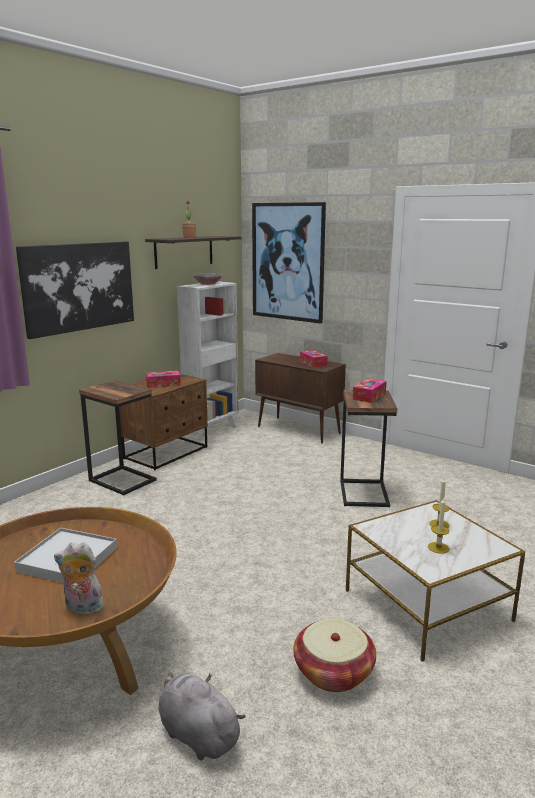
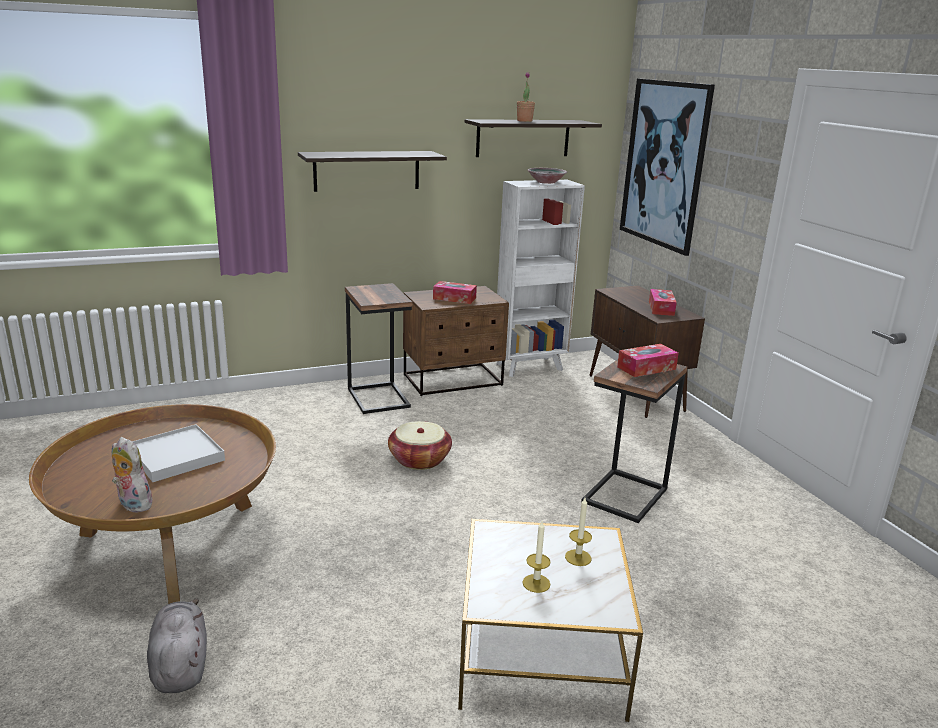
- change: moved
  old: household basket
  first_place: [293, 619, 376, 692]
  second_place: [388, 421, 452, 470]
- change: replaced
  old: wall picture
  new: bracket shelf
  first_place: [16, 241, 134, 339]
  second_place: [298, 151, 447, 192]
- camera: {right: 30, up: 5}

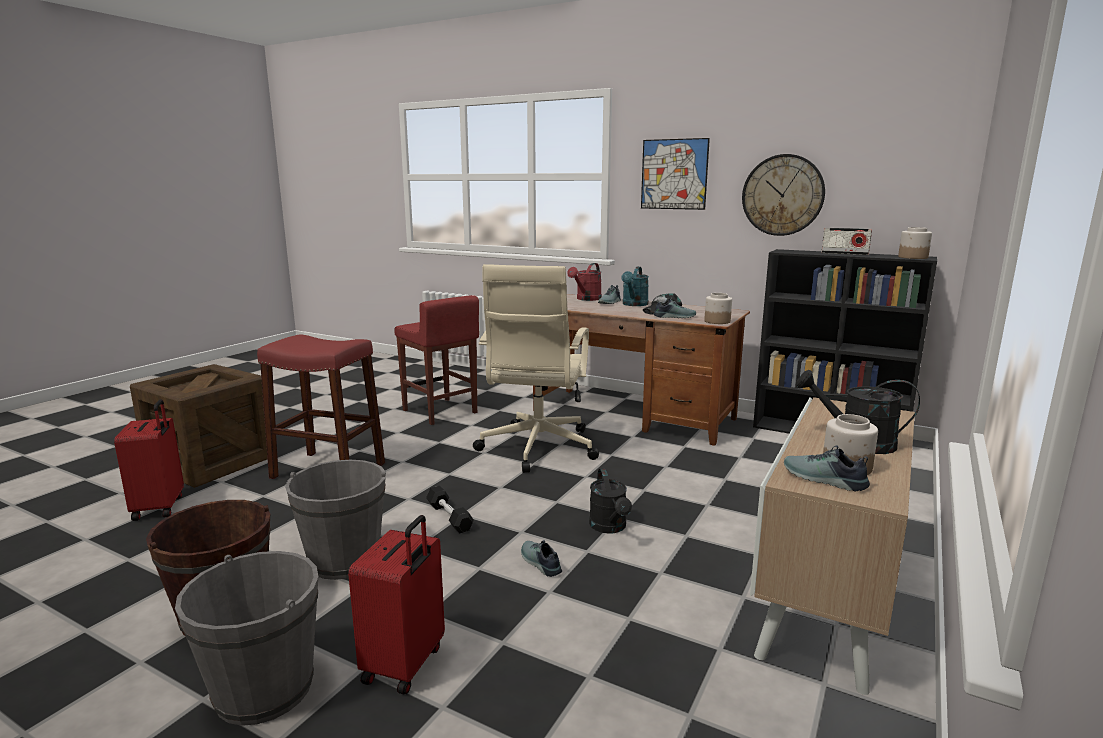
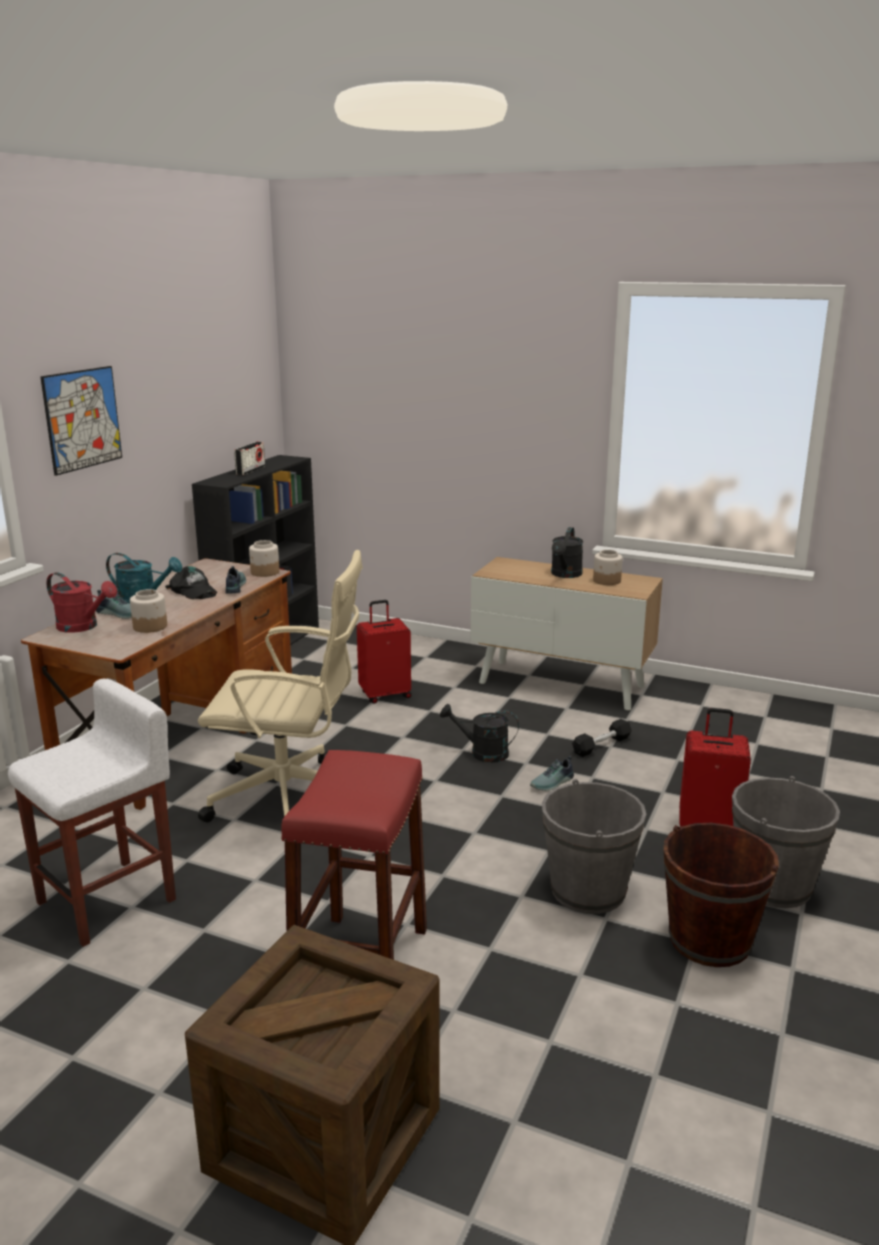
- change: removed
  old: hanging clock
  first_place: [742, 154, 825, 236]
- change: removed
  old: low shoe
  first_place: [784, 445, 870, 491]
- change: moved
  old: suitcase (red-coloured)
  first_place: [114, 400, 184, 521]
  second_place: [357, 600, 411, 704]
- change: moved
  old: free weight (blackish)
  first_place: [426, 486, 474, 533]
  second_place: [572, 719, 631, 757]
- change: moved
  old: preserve jar
  first_place: [898, 227, 932, 259]
  second_place: [130, 589, 167, 633]
- change: recoloured
  old: stool seat (red-coloured)
  new: stool seat (whitish)
  first_place: [394, 295, 479, 425]
  second_place: [8, 679, 176, 947]
- change: turned
  old: watering pot (blackish)
  first_place: [589, 468, 632, 534]
  second_place: [440, 704, 519, 763]
  degrees: -150
- camera: {right: -95, up: 5}

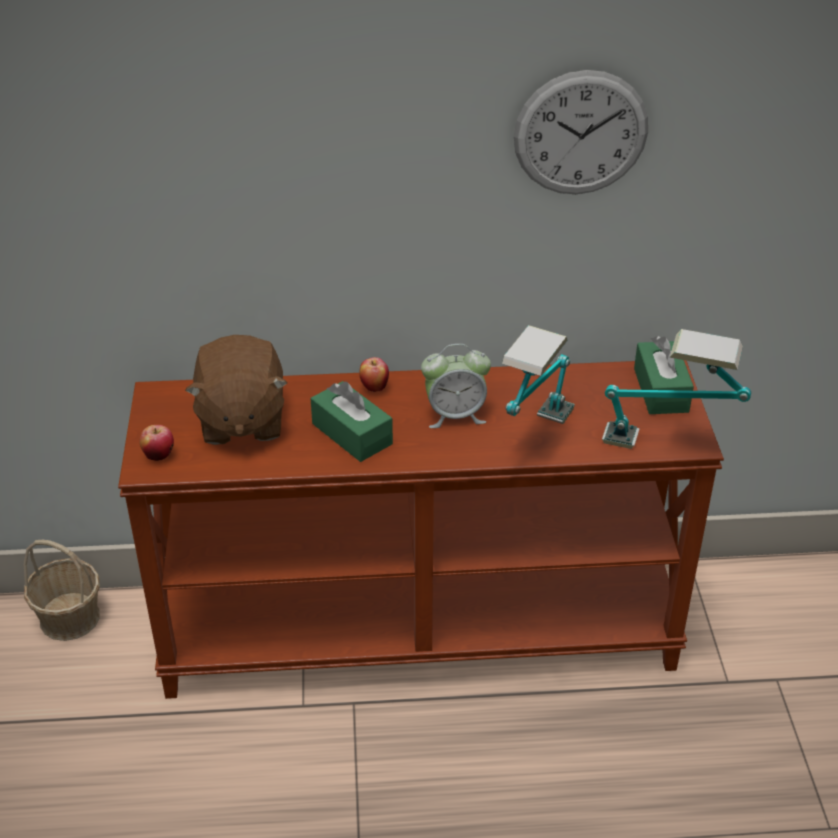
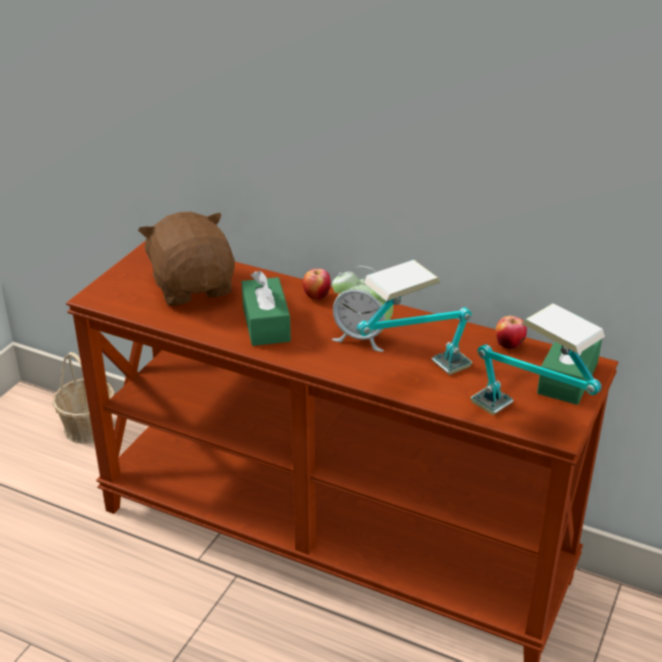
- change: removed
  old: hanging clock
  first_place: [514, 70, 648, 194]
- change: moved
  old: whole apple
  first_place: [140, 425, 174, 461]
  second_place: [496, 316, 527, 349]
- change: turned
  old: soft toy (brown)
  first_place: [185, 335, 287, 445]
  second_place: [138, 212, 235, 306]
  degrees: 135
- camera: {right: 30, up: -5}

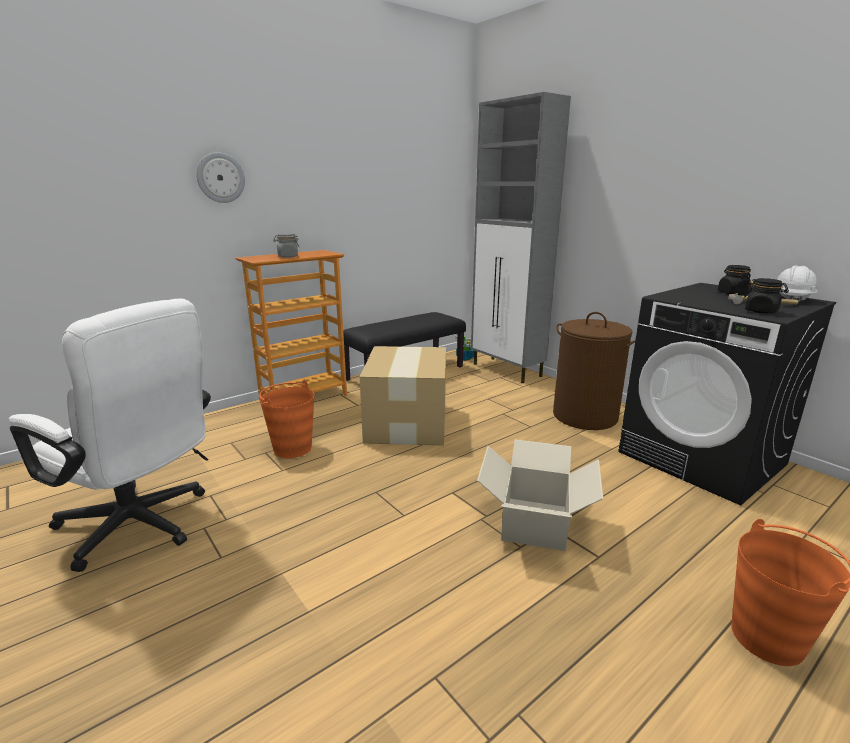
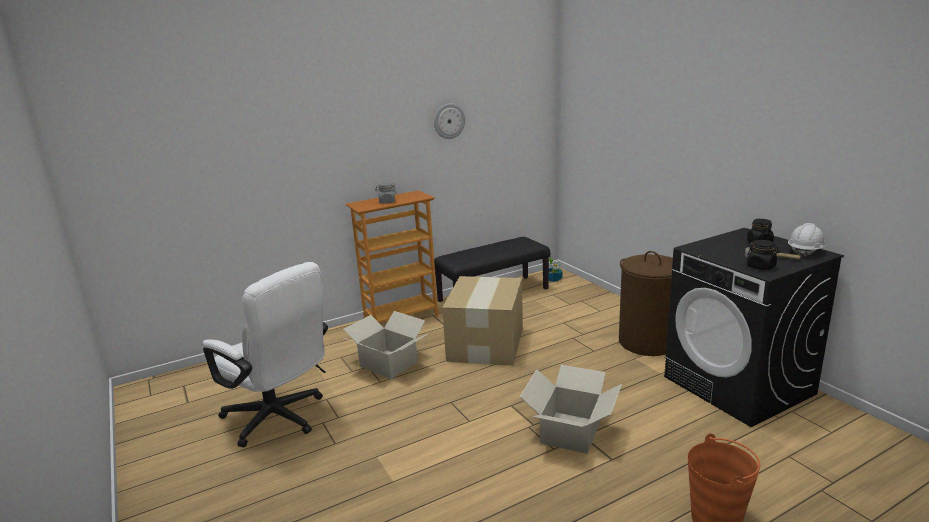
- change: removed
  old: cupboard (gray)
  first_place: [471, 92, 571, 383]
- change: moved
  old: hanging clock
  first_place: [196, 152, 245, 203]
  second_place: [434, 103, 465, 139]
- change: replaced
  old: bucket (orange-coloured)
  new: carton
  first_place: [259, 380, 314, 458]
  second_place: [344, 311, 427, 379]
- camera: {right: 10, up: 0}

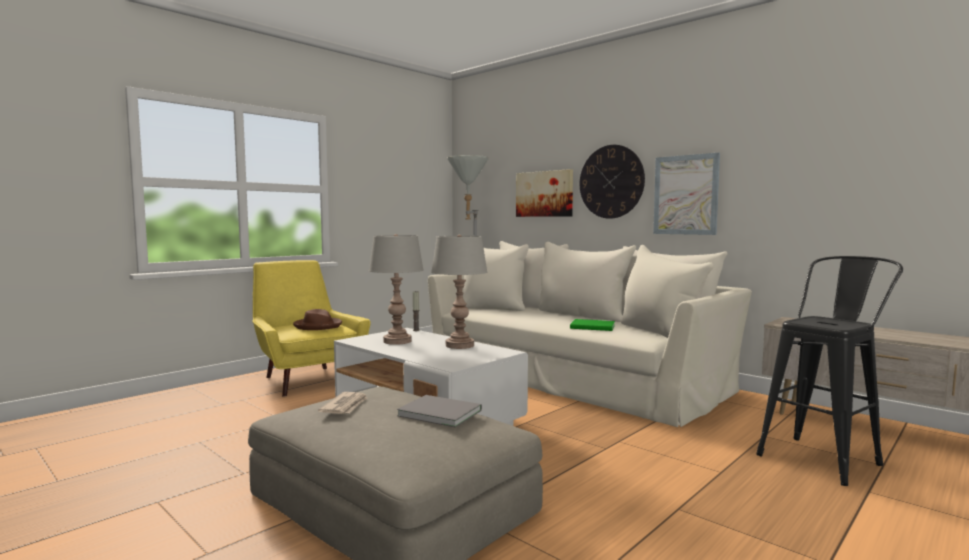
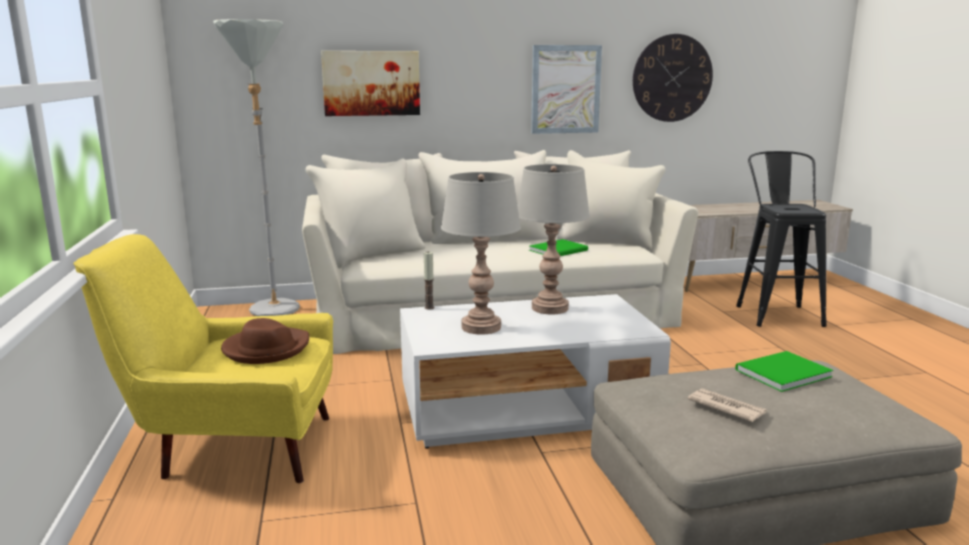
- change: moved
  old: hanging clock
  first_place: [580, 145, 645, 219]
  second_place: [633, 34, 713, 122]
- change: recoloured
  old: book (gray)
  new: book (greenish)
  first_place: [397, 395, 482, 428]
  second_place: [735, 351, 833, 392]
- camera: {right: -55, up: 10}

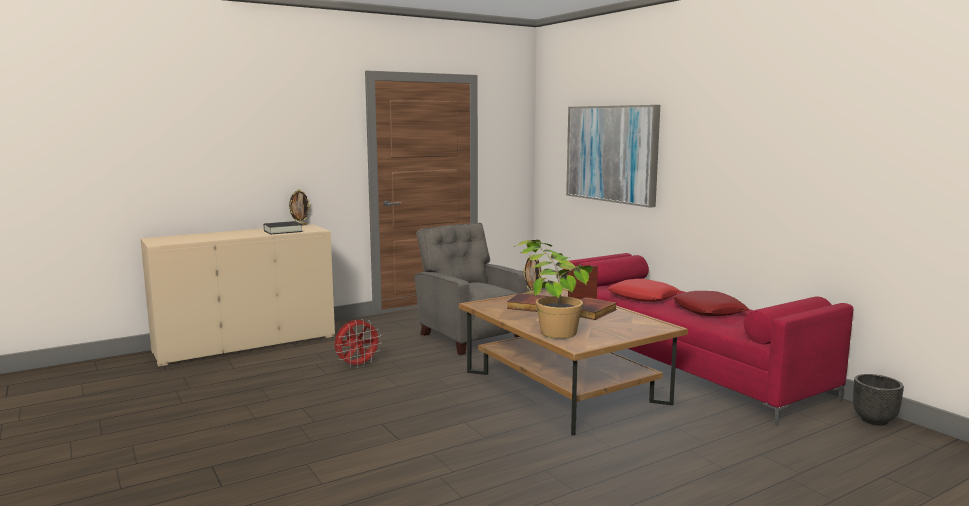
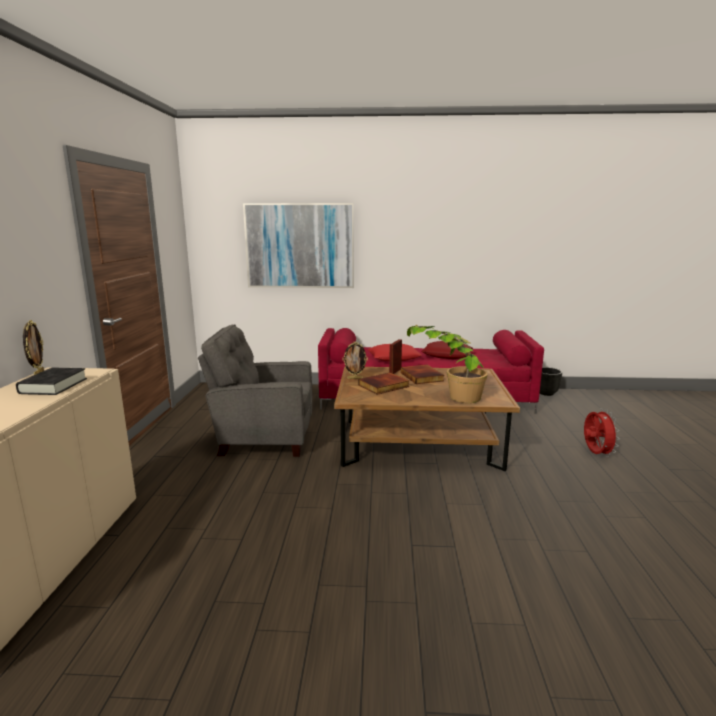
- change: moved
  old: electric fan (red-coloured)
  first_place: [335, 319, 382, 368]
  second_place: [584, 409, 620, 457]
- camera: {right: -55, up: 5}

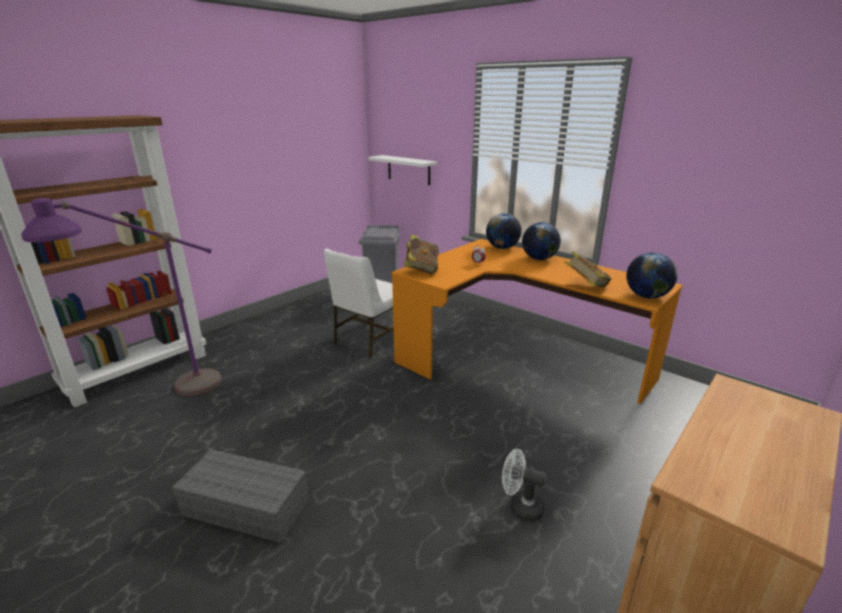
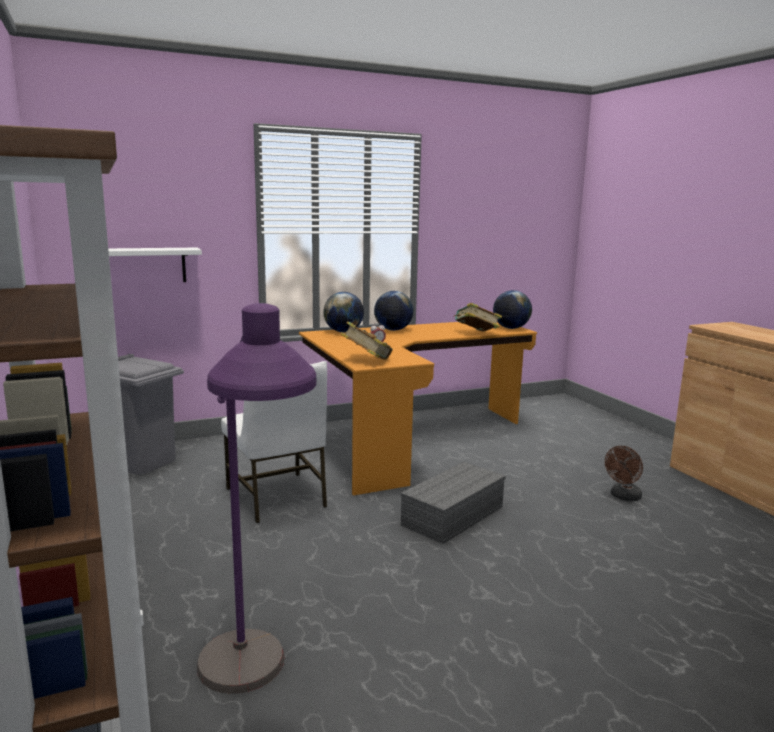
- change: moved
  old: storage container (gray)
  first_place: [172, 449, 309, 543]
  second_place: [401, 462, 506, 544]
- change: recoloured
  old: electric fan (whitish)
  new: electric fan (brown)
  first_place: [502, 449, 547, 522]
  second_place: [605, 446, 643, 501]
- camera: {right: -65, up: -10}

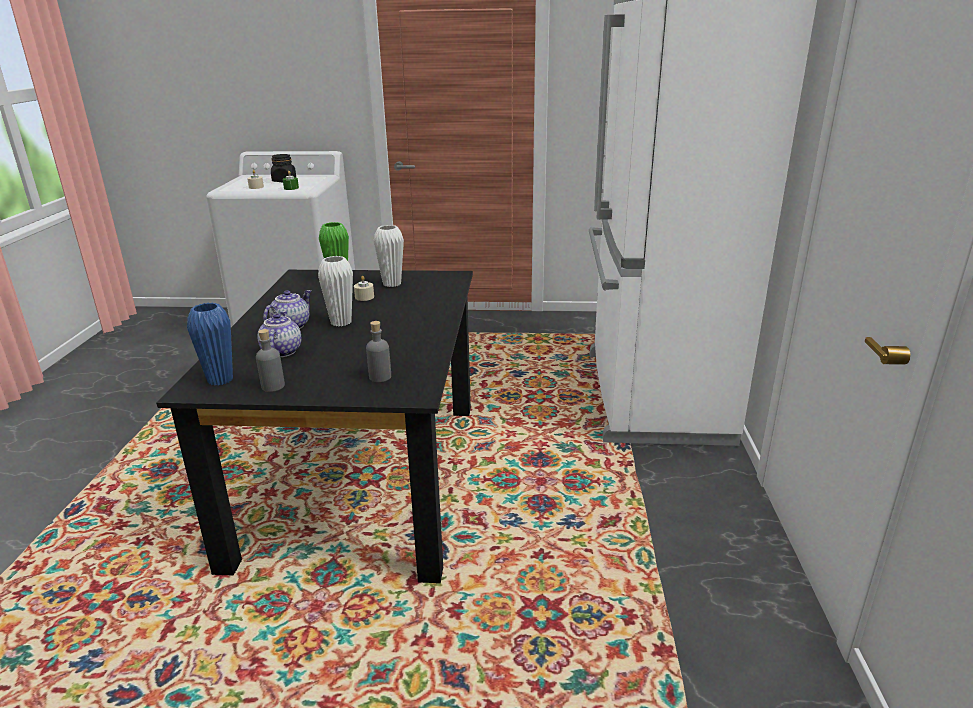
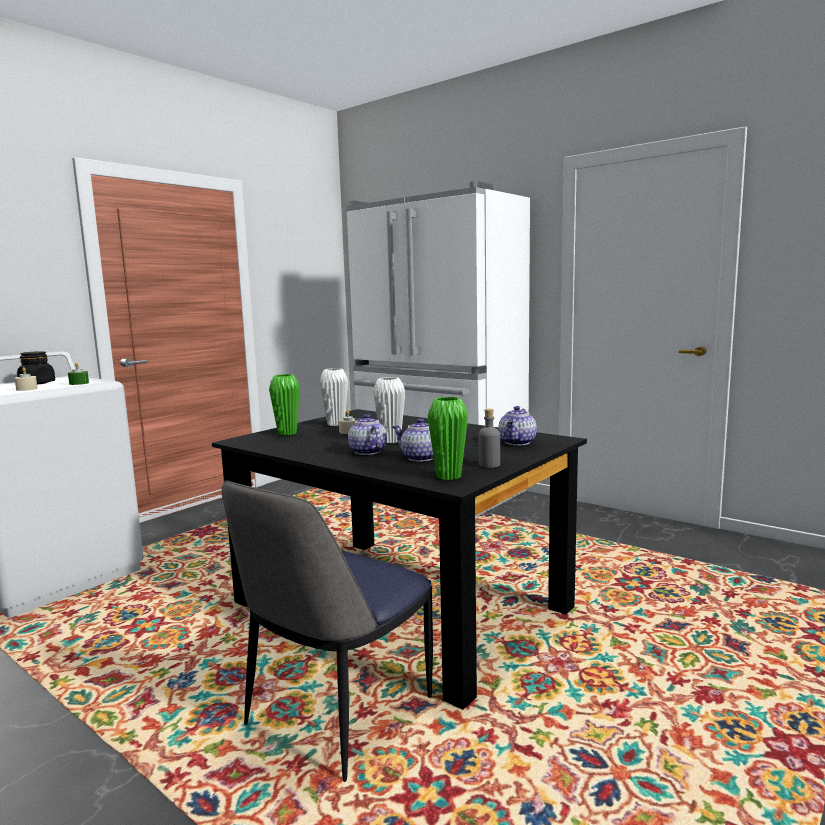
- change: added
  new: plain chair
  second_place: [221, 480, 433, 782]
- change: replaced
  old: beverage bottle (gray)
  new: teapot
  first_place: [366, 321, 391, 382]
  second_place: [498, 406, 537, 446]
- change: recoloured
  old: vase (blue-coloured)
  new: vase (greenish)
  first_place: [187, 303, 233, 386]
  second_place: [427, 397, 468, 480]
- camera: {right: -55, up: -15}

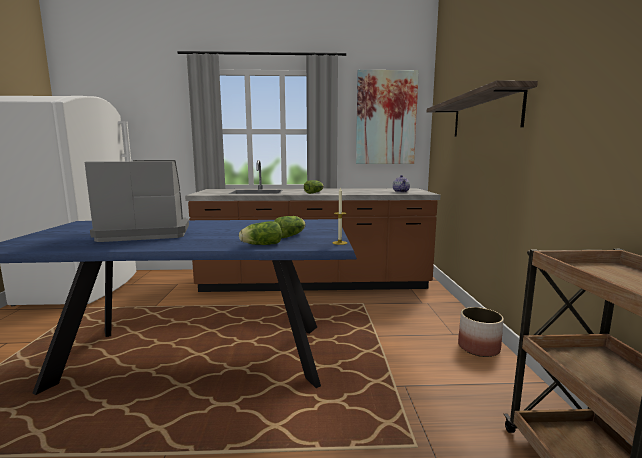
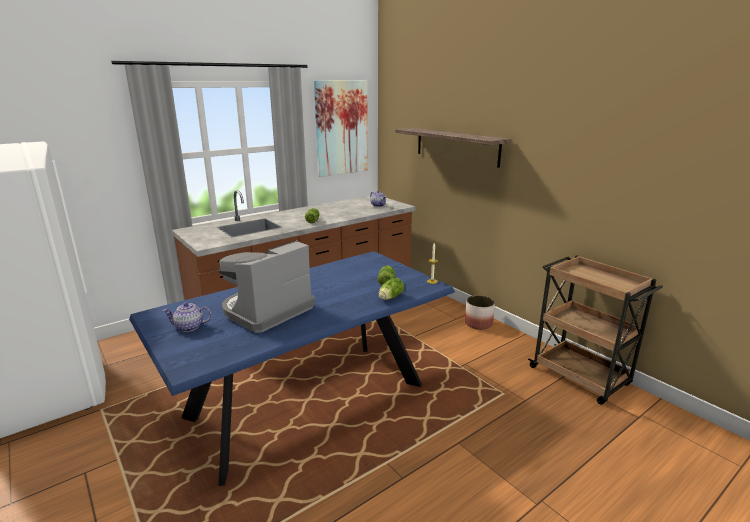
- change: added
  new: teapot
  second_place: [162, 302, 212, 332]
- camera: {right: -35, up: 10}

